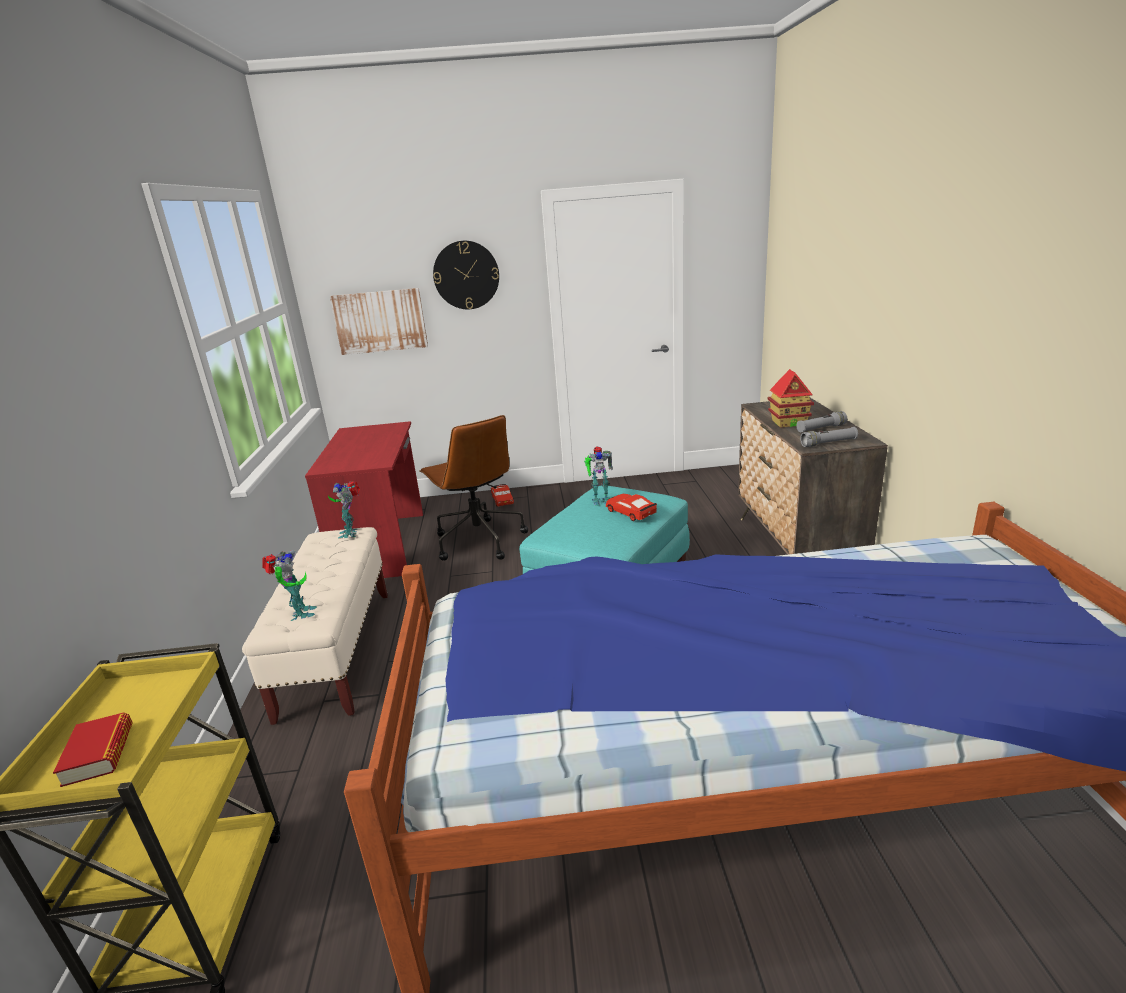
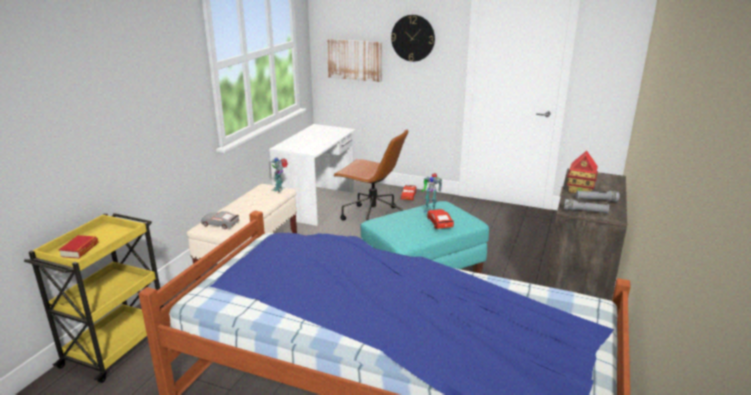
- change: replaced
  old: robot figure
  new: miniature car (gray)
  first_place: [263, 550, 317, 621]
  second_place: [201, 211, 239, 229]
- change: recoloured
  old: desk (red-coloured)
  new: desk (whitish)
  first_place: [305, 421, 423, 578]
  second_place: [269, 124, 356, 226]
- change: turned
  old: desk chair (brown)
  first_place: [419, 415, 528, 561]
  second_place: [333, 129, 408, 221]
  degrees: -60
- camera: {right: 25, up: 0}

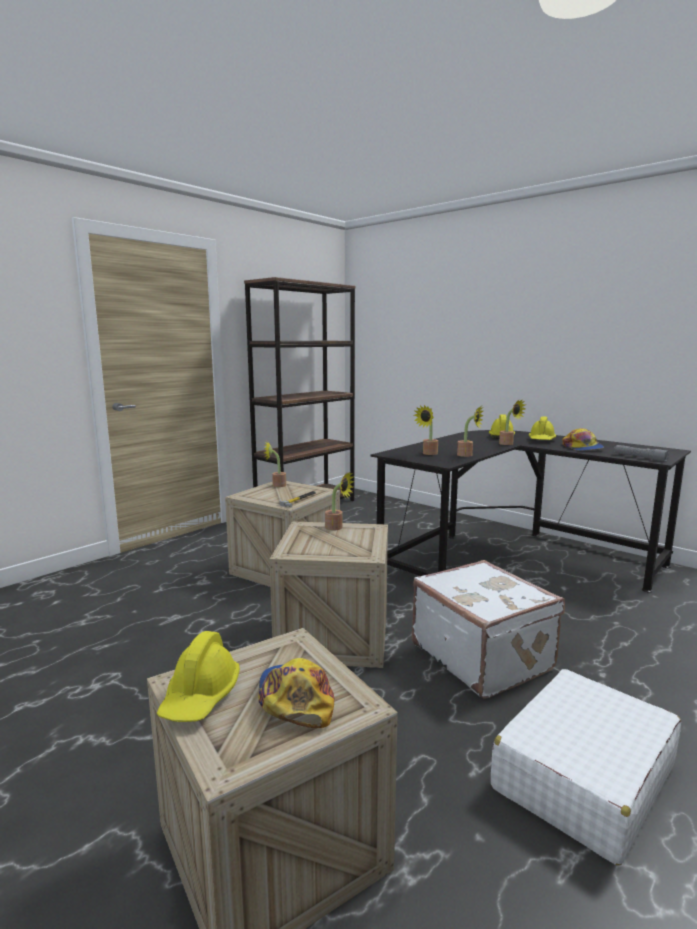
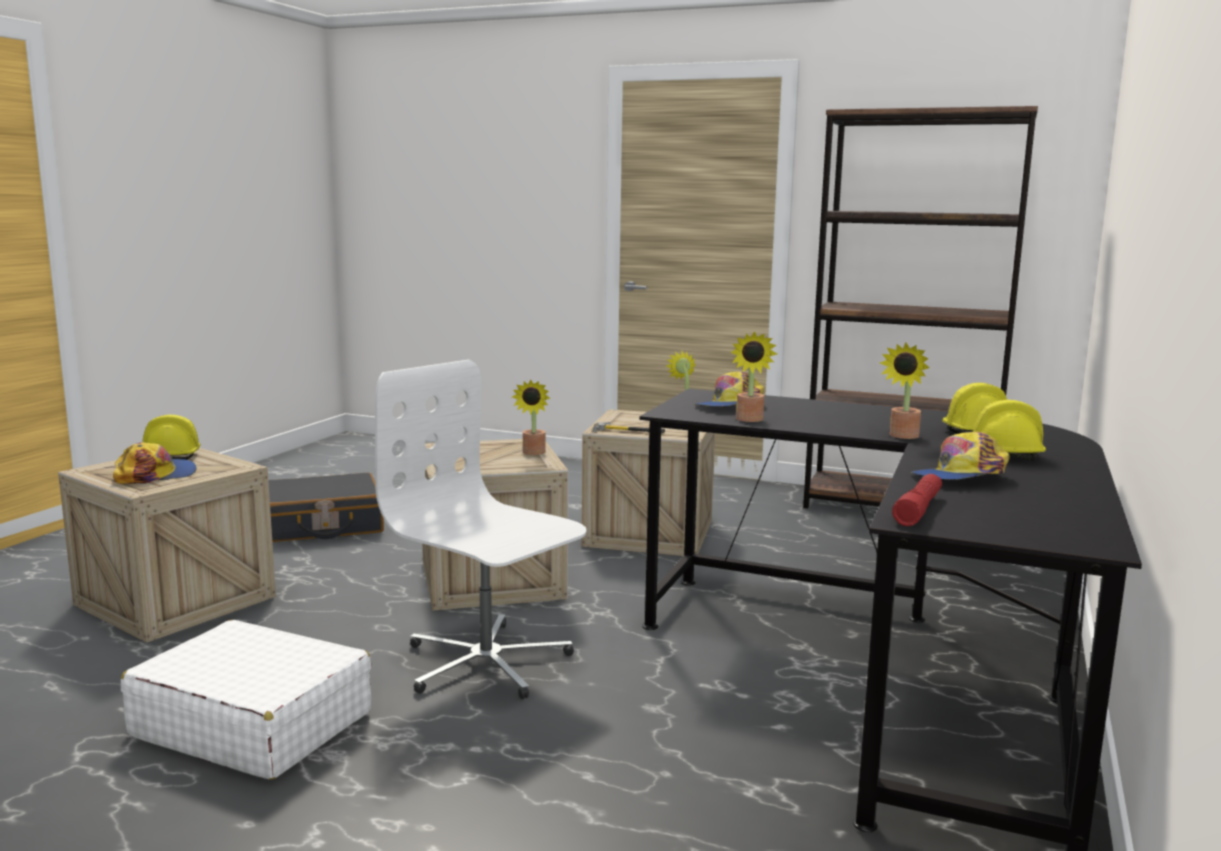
- change: added
  new: suitcase (blackish)
  second_place: [268, 473, 384, 542]
- change: replaced
  old: suitcase (whitish)
  new: desk chair (whitish)
  first_place: [412, 560, 565, 699]
  second_place: [375, 360, 587, 699]
- change: replaced
  old: plant in a pot
  new: peaked cap
  first_place: [414, 405, 438, 455]
  second_place: [694, 371, 764, 406]
- change: recoloured
  old: torch (gray)
  new: torch (red-coloured)
  first_place: [614, 445, 669, 462]
  second_place: [892, 474, 942, 526]
- camera: {right: 70, up: 0}

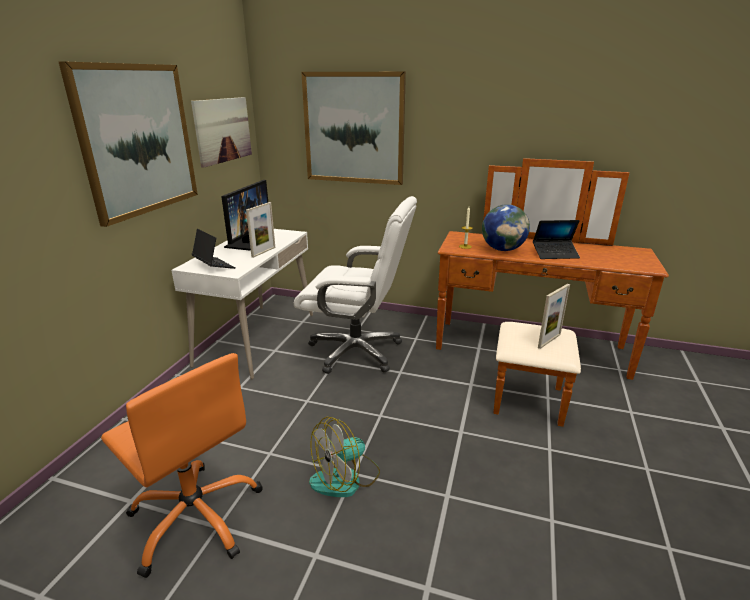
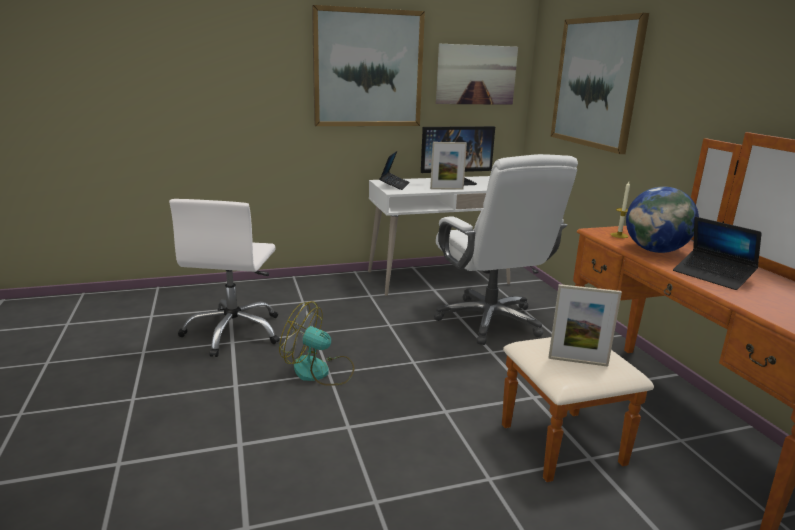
- change: recoloured
  old: desk chair (orange-coloured)
  new: desk chair (whitish)
  first_place: [101, 353, 263, 578]
  second_place: [169, 199, 280, 357]
- camera: {right: 55, up: -5}

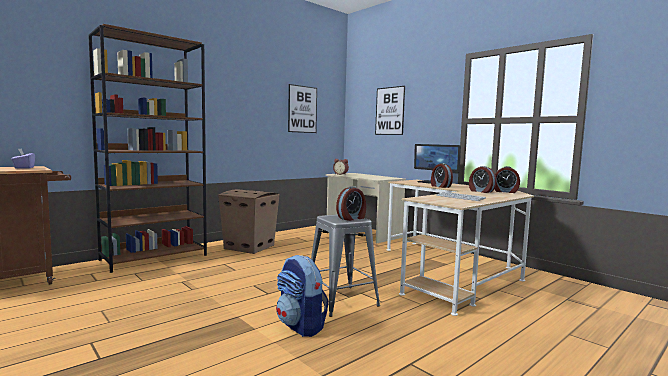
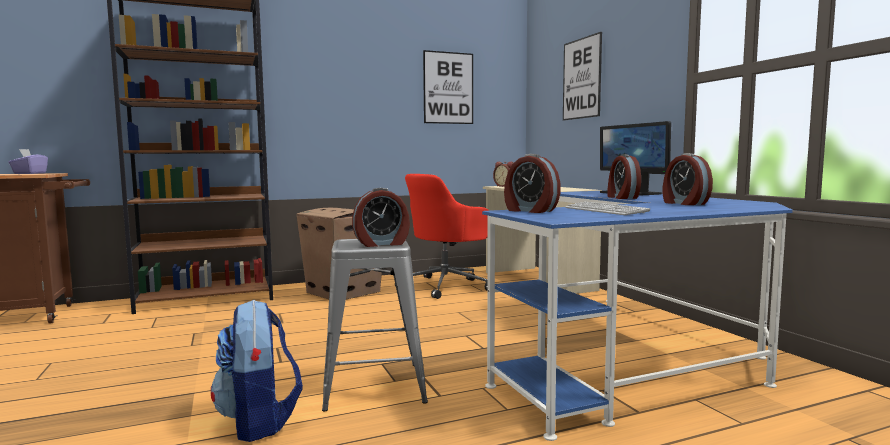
- change: added
  new: desk chair (red-coloured)
  second_place: [395, 174, 489, 299]
- change: moved
  old: bedside clock
  first_place: [495, 166, 520, 193]
  second_place: [504, 154, 561, 213]
- change: recoloured
  old: desk (beige)
  new: desk (blue-coloured)
  first_place: [387, 180, 534, 316]
  second_place: [482, 190, 793, 441]
- camera: {right: 20, up: 0}

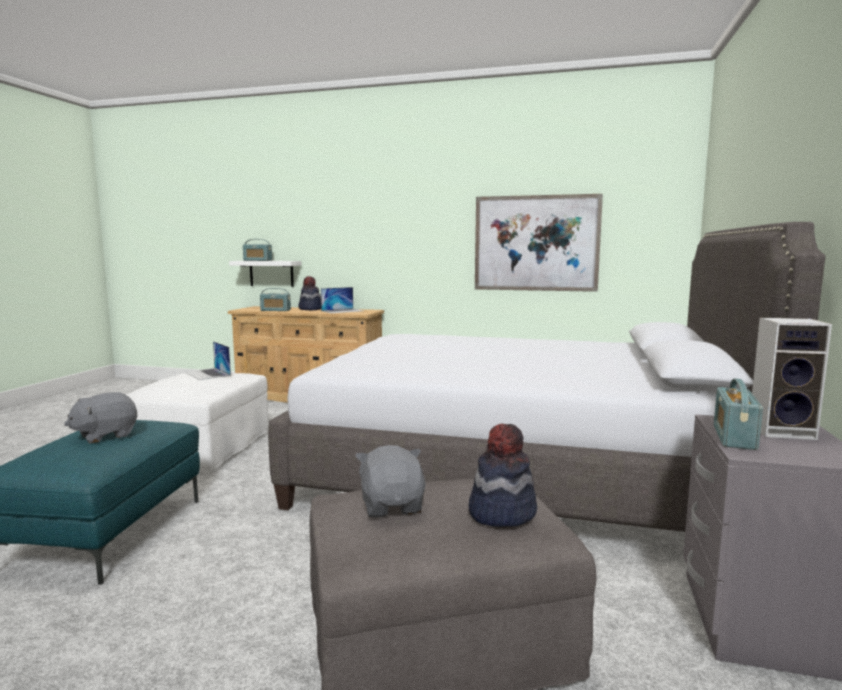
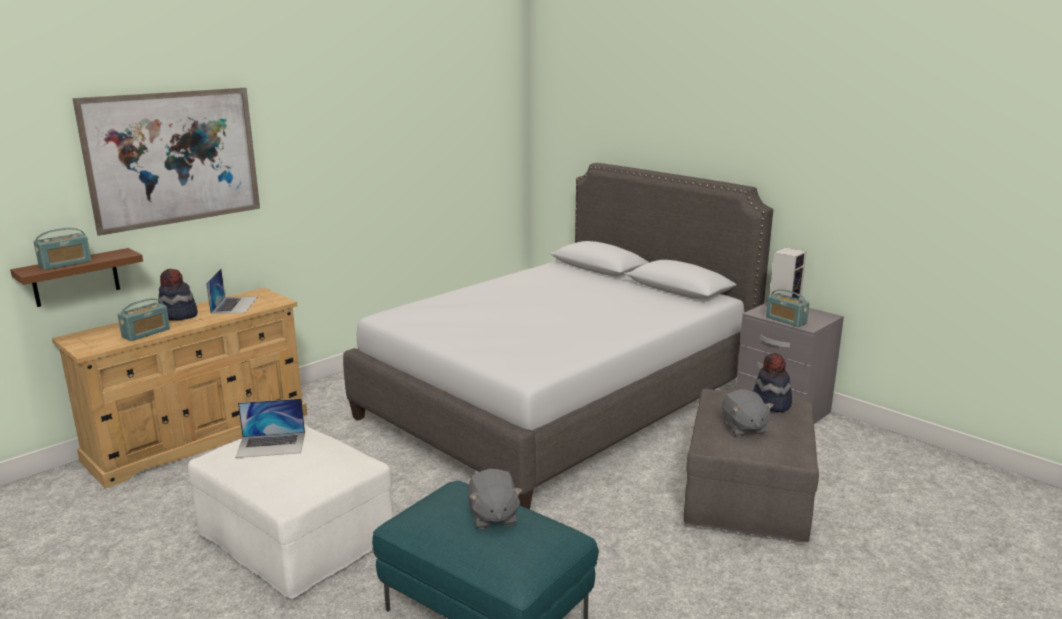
- change: moved
  old: wall picture
  first_place: [475, 194, 603, 292]
  second_place: [72, 88, 260, 236]
- change: recoloured
  old: bracket shelf (whitish)
  new: bracket shelf (brown)
  first_place: [229, 261, 301, 287]
  second_place: [10, 248, 143, 307]
- change: turned
  old: soft toy (gray)
  first_place: [355, 445, 426, 518]
  second_place: [722, 389, 774, 437]
  degrees: -120
- camera: {right: -60, up: 10}

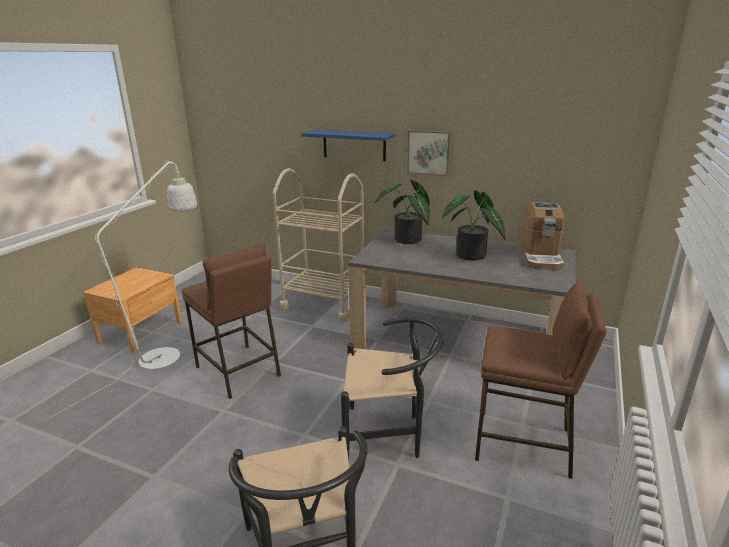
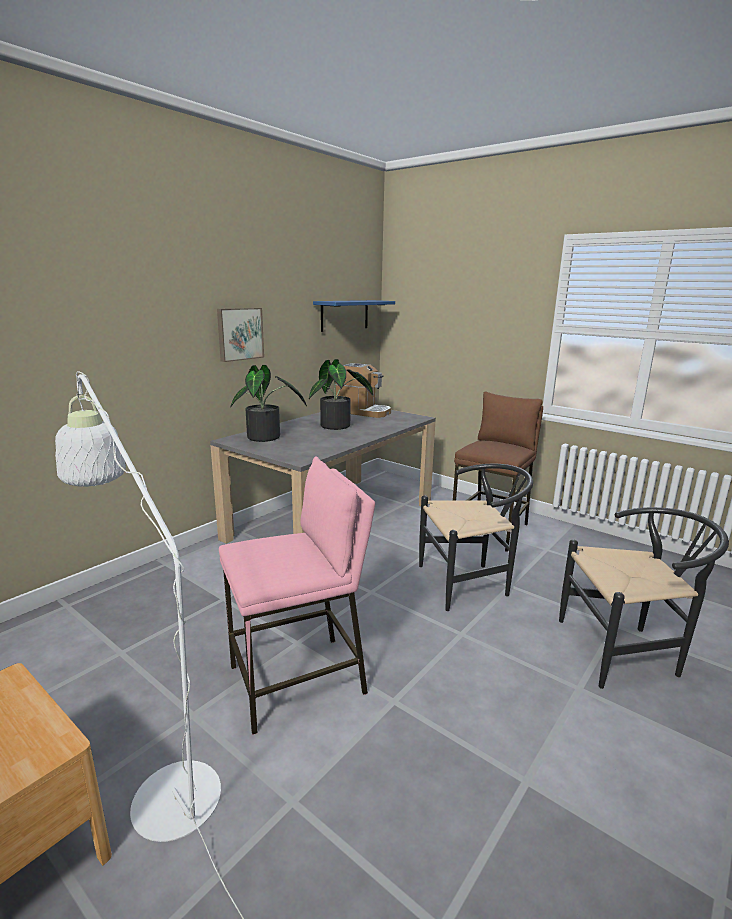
- change: removed
  old: wheeled cart (beige)
  first_place: [273, 168, 367, 322]
- change: moved
  old: bracket shelf (blue-coloured)
  first_place: [301, 130, 396, 161]
  second_place: [313, 300, 395, 332]
- change: recoloured
  old: stool seat (brown)
  new: stool seat (pinkish)
  first_place: [182, 243, 281, 399]
  second_place: [219, 457, 375, 735]
- change: turned
  old: plain chair (blackish)
  first_place: [341, 317, 444, 460]
  second_place: [419, 464, 533, 611]
  degrees: 60
- camera: {right: -75, up: -5}

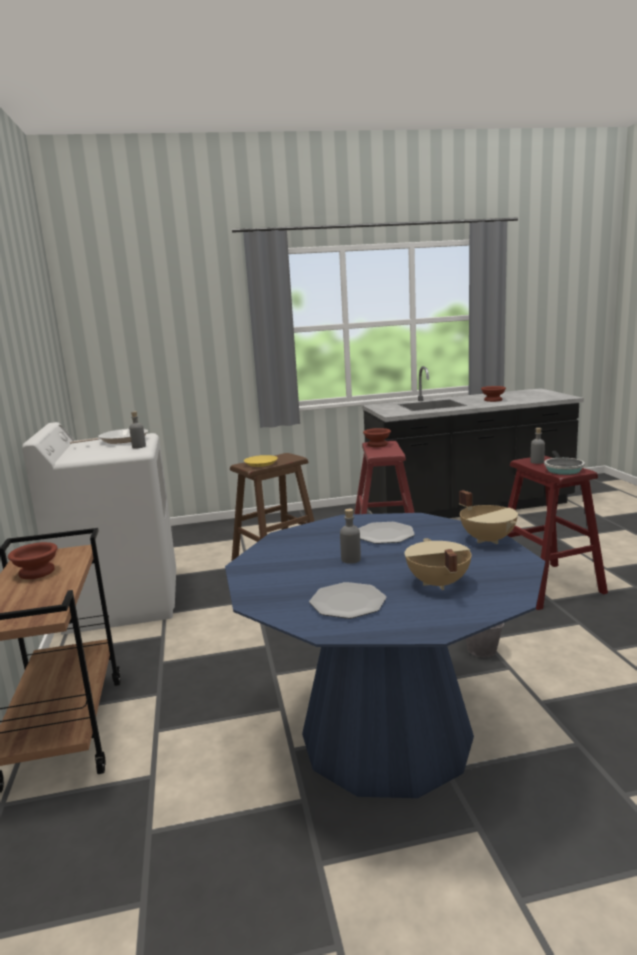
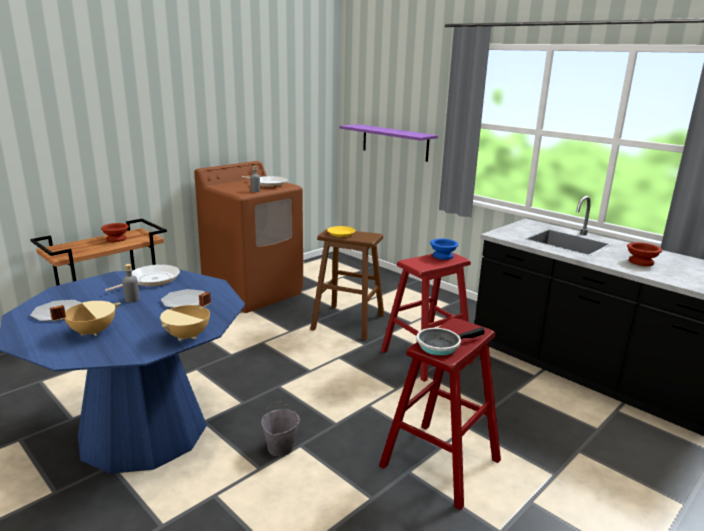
- change: removed
  old: beverage bottle (gray)
  first_place: [530, 428, 545, 464]
- change: added
  new: skillet
  second_place: [105, 264, 180, 291]
- change: added
  new: bracket shelf (purple-coloured)
  second_place: [340, 124, 438, 162]
- change: recoloured
  old: laundry appliance (whitish)
  new: laundry appliance (brown)
  first_place: [22, 422, 176, 635]
  second_place: [194, 161, 303, 313]
- change: recoloured
  old: deep dish (brown)
  new: deep dish (blue-coloured)
  first_place: [363, 428, 391, 447]
  second_place: [430, 239, 458, 260]
- camera: {right: 55, up: 5}

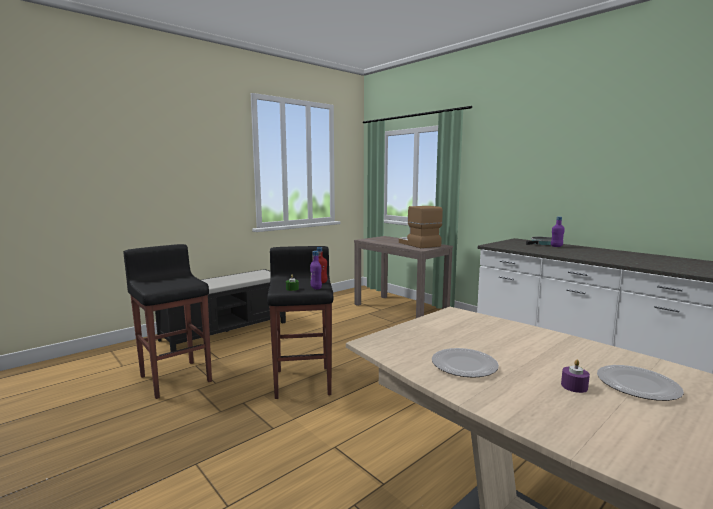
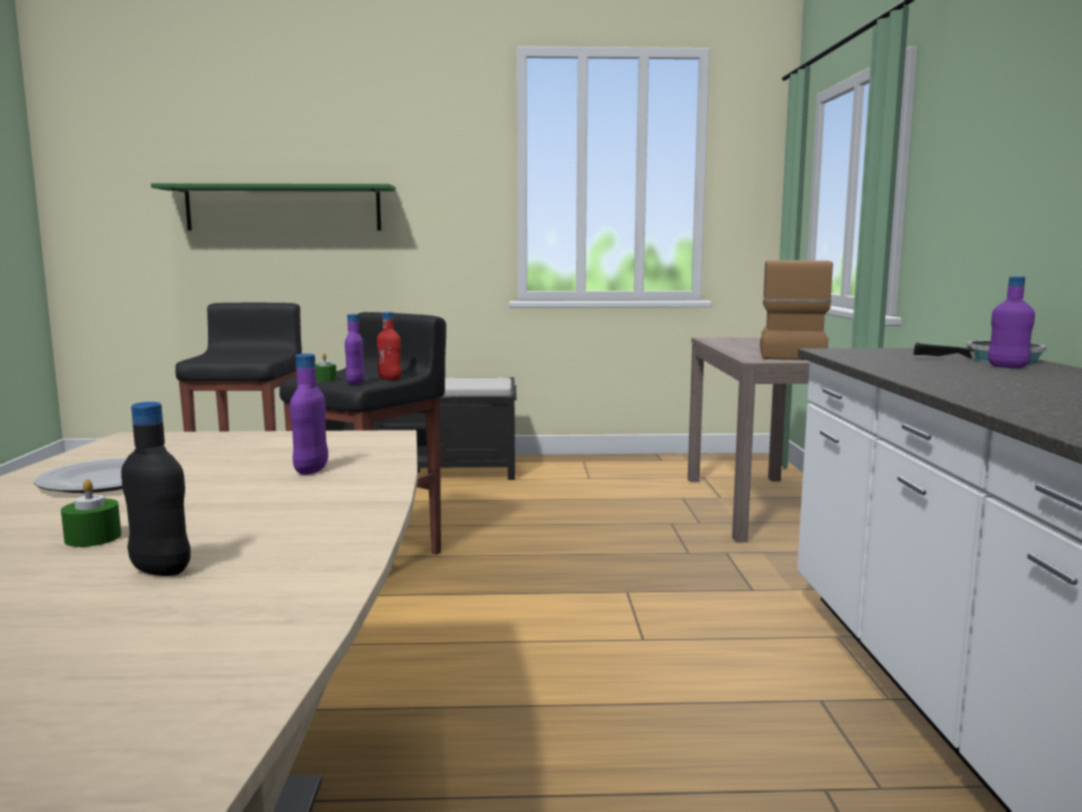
- change: added
  new: bracket shelf (greenish)
  second_place: [151, 183, 396, 231]
- change: added
  new: beverage bottle (purple-coloured)
  second_place: [290, 353, 328, 475]
- change: replaced
  old: plate
  new: beverage bottle (blackish)
  first_place: [597, 365, 684, 401]
  second_place: [121, 402, 191, 576]
- change: recoloured
  old: wax candle (purple-coloured)
  new: wax candle (greenish)
  first_place: [561, 360, 590, 393]
  second_place: [61, 479, 121, 547]
- camera: {right: 40, up: 0}

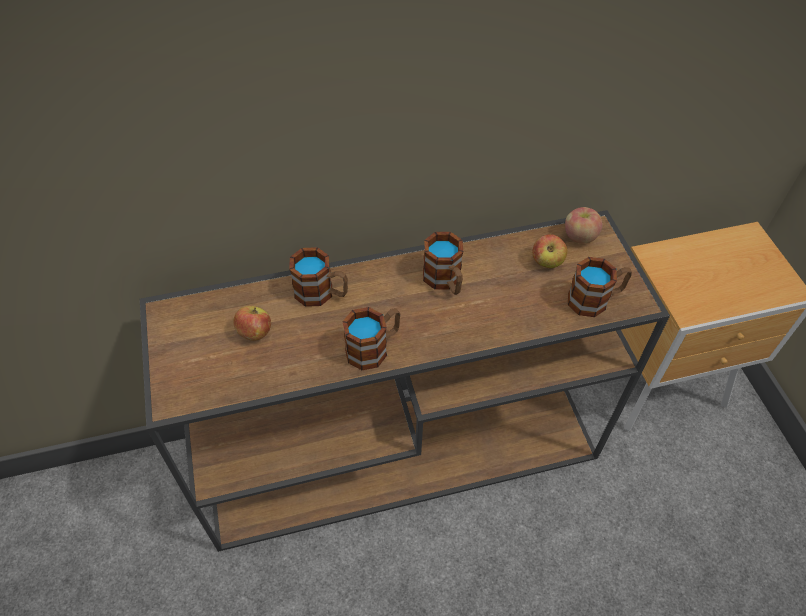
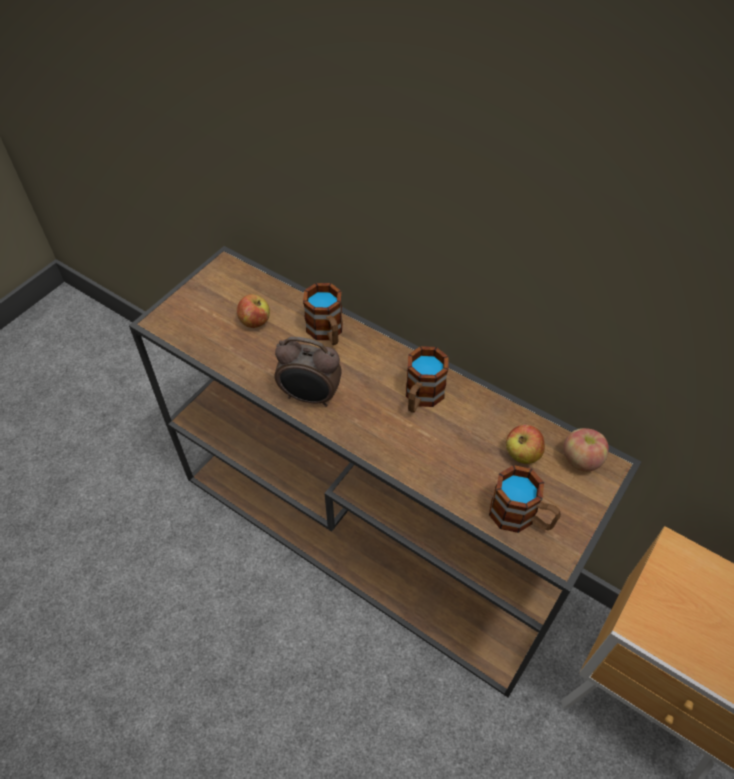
- change: replaced
  old: coffee mug
  new: bedside clock
  first_place: [343, 307, 401, 370]
  second_place: [274, 337, 342, 407]
- camera: {right: 50, up: 0}

